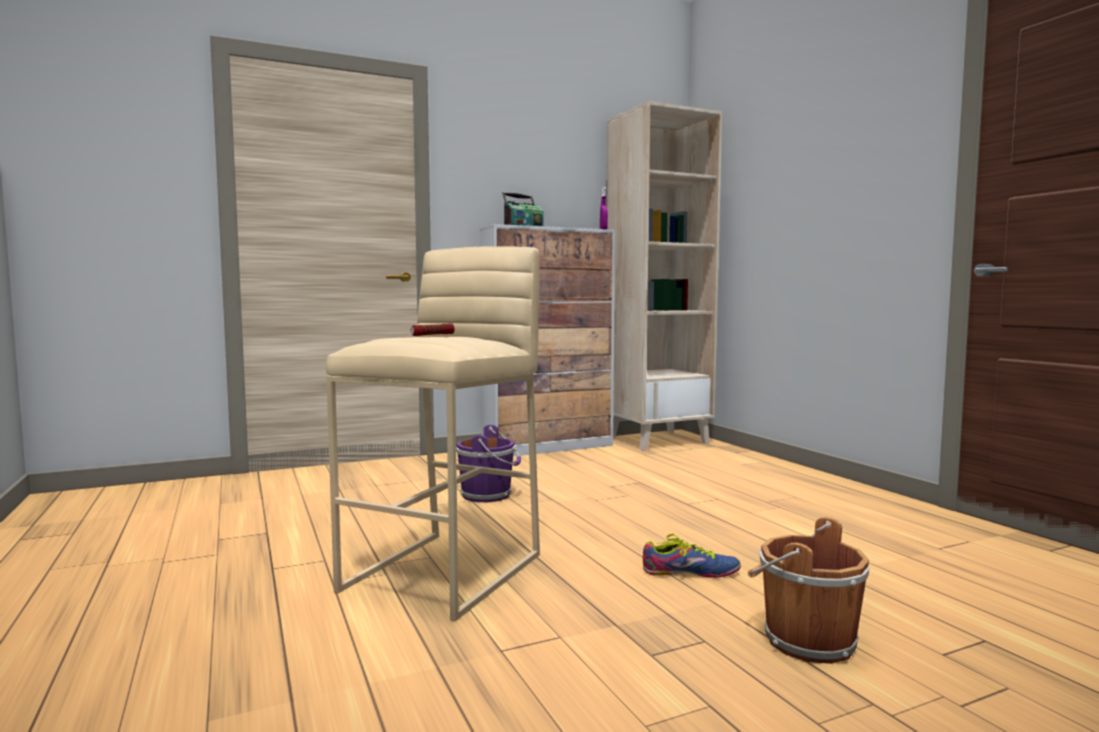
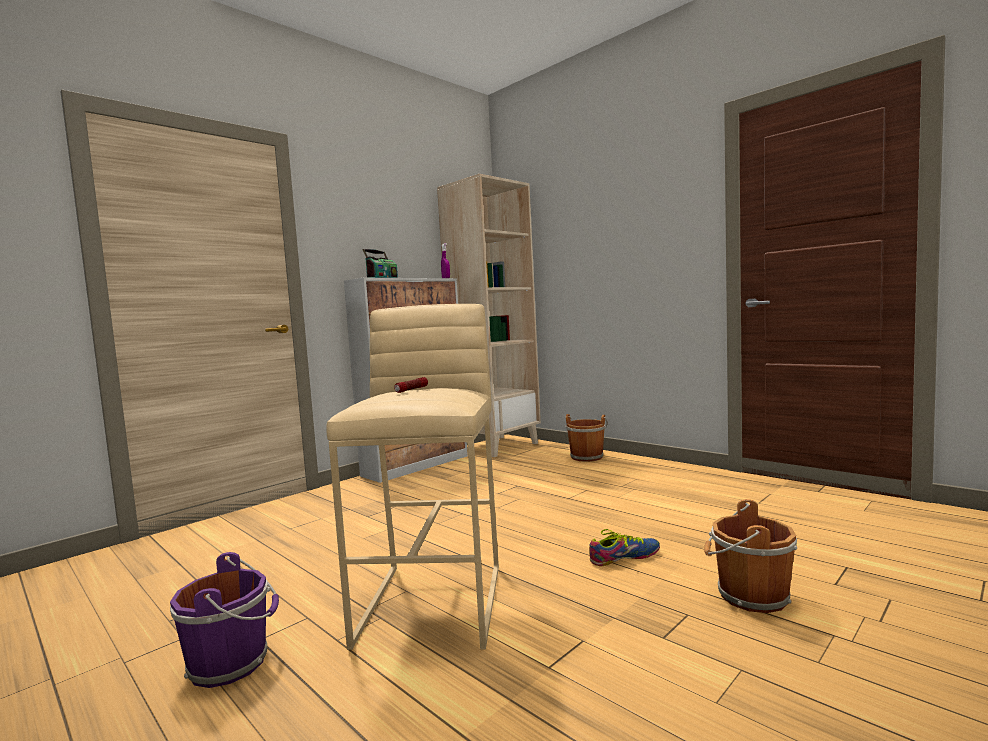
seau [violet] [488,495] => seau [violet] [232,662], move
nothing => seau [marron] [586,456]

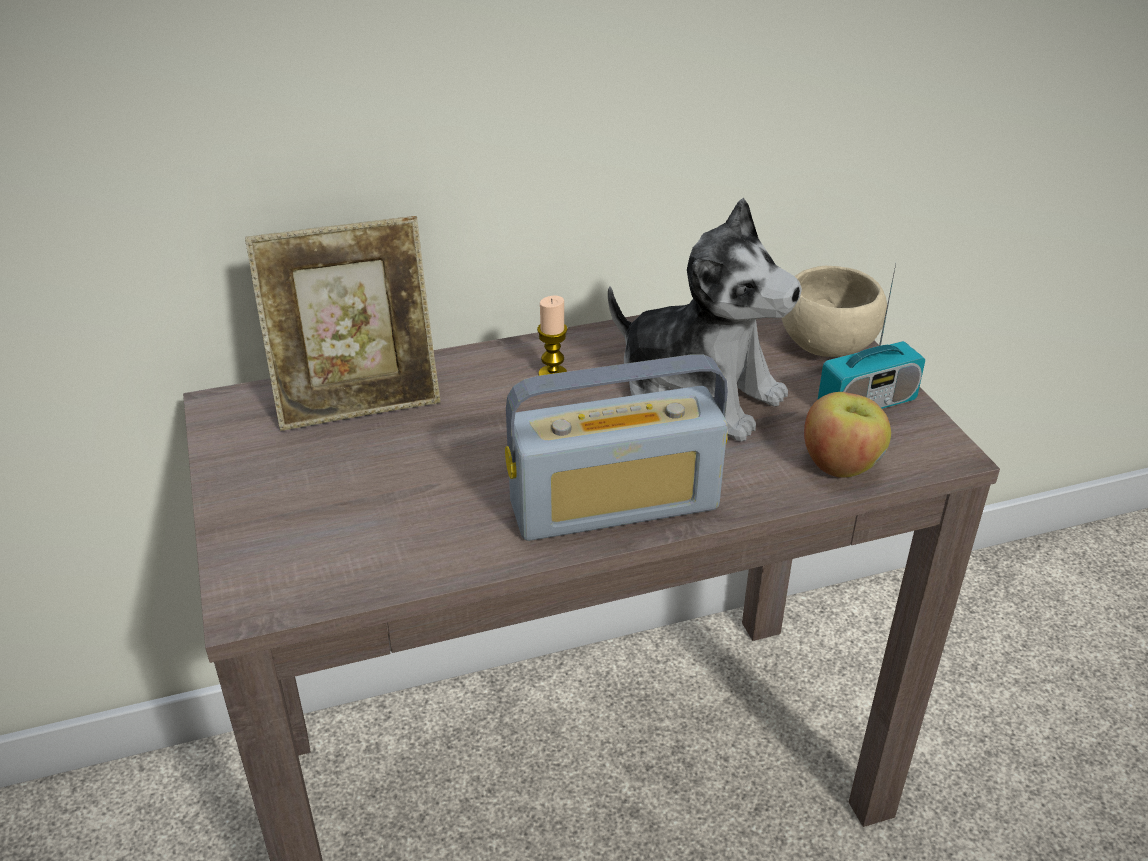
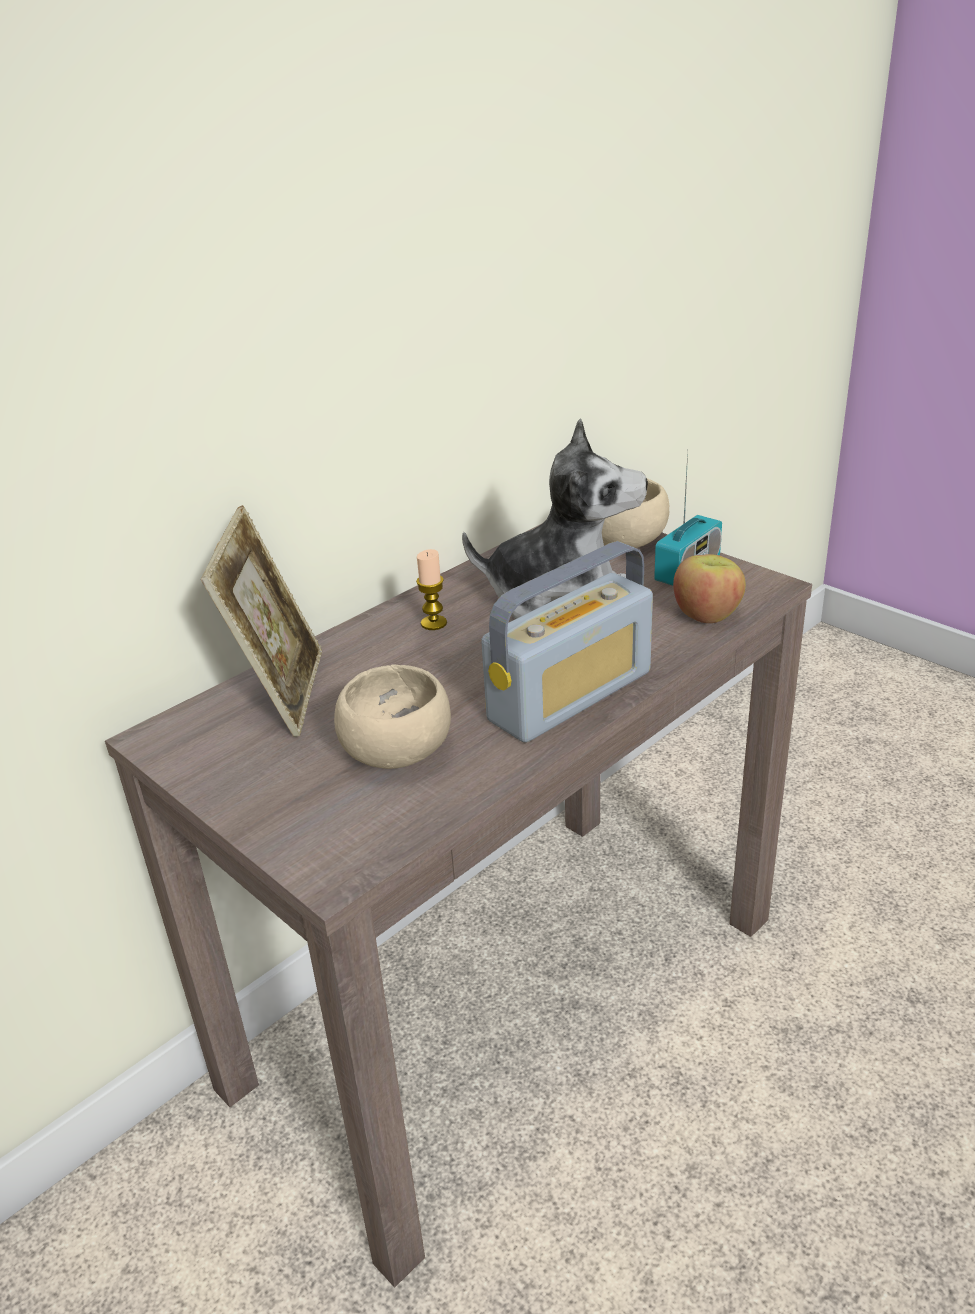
cadre photo [358,400] => cadre photo [282,693], 45 degrees counterclockwise
nothing => bol [beige] [400,753]

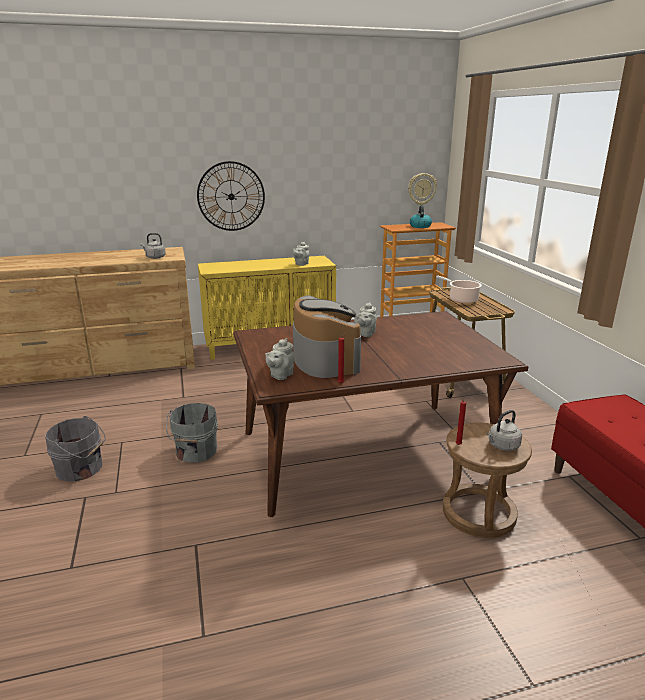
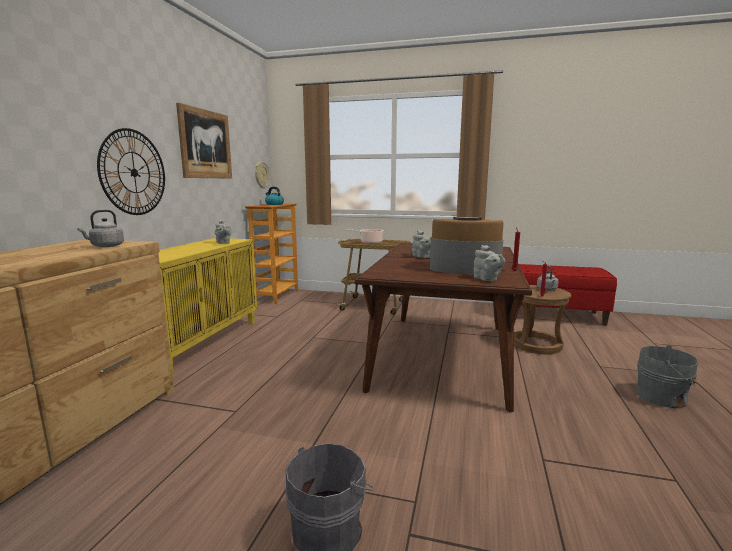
seau [gris] [195,452] => seau [gris] [663,397], move
nothing => tableau [205,144]

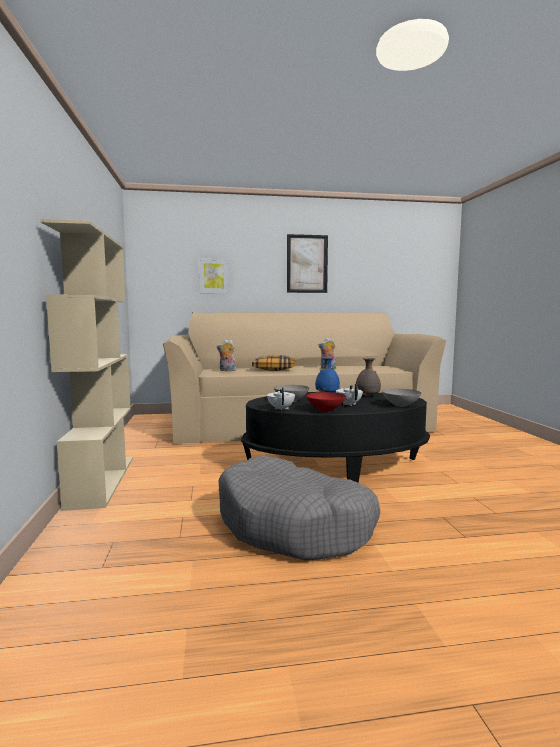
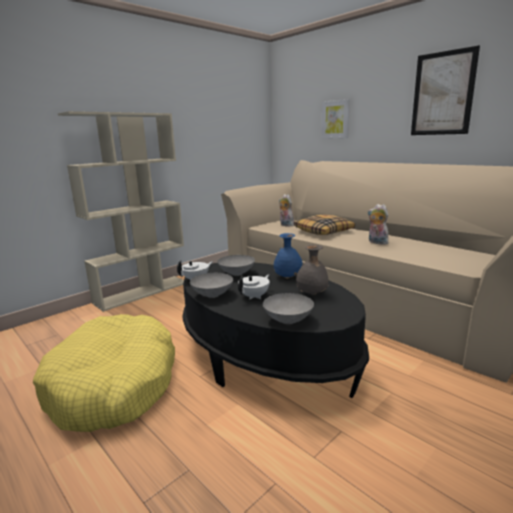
bol [rouge] [325,410] => bol [gris] [212,294]
panier pour chien [gris] [294,525] => panier pour chien [jaune] [114,384]

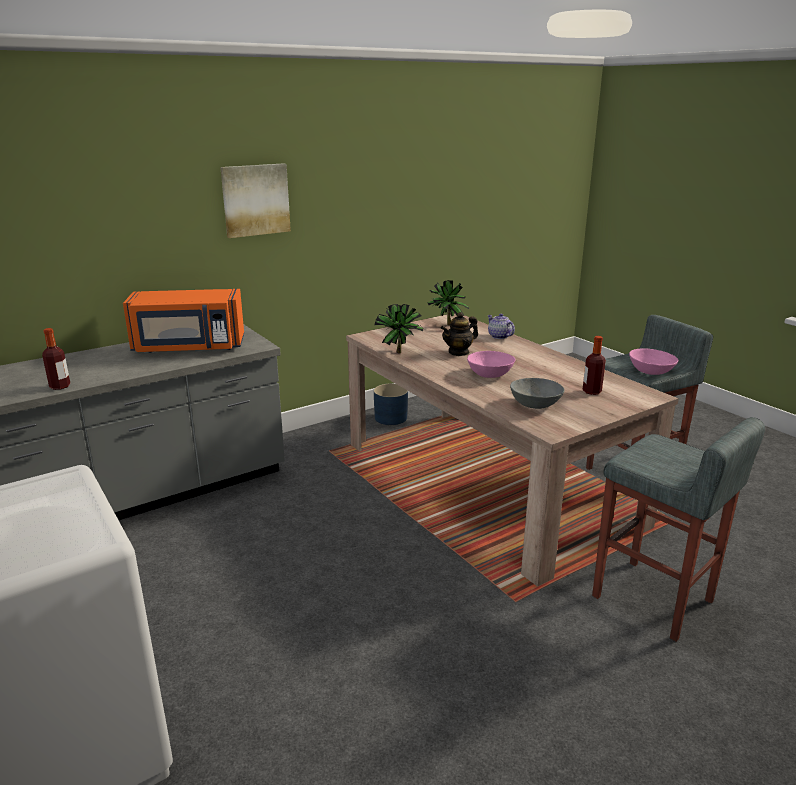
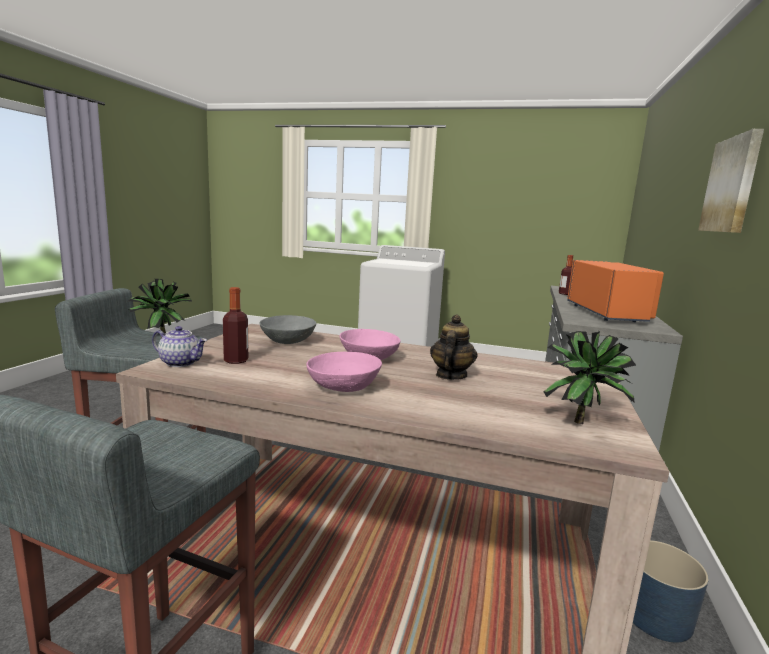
micro-ondes [orange] [189,347] => micro-ondes [orange] [607,314], 135 degrees clockwise
plante en pot [400,353] => plante en pot [160,338], move
théière [499,336] => théière [181,363], move
bol [rose] [650,372] => bol [rose] [344,387], move

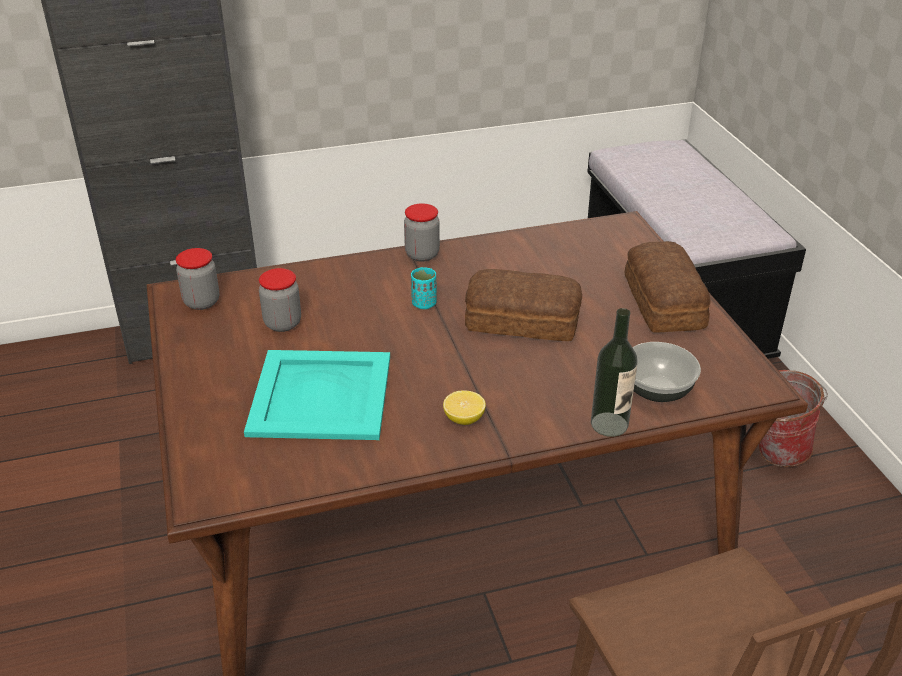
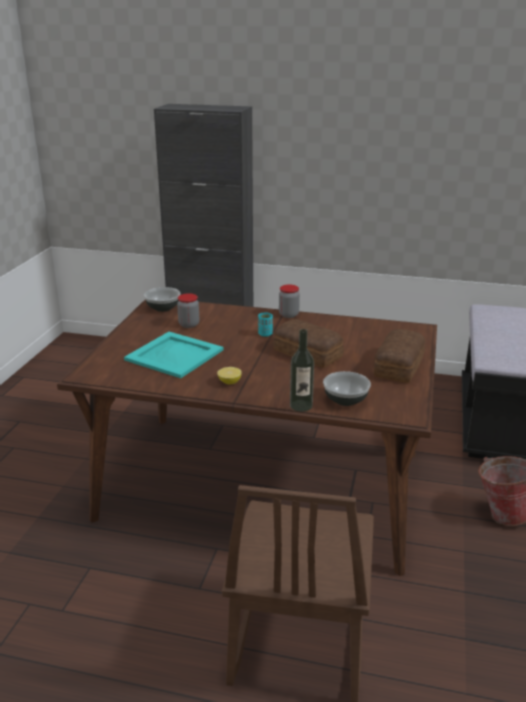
bocal [201,302] => bol [162,308]

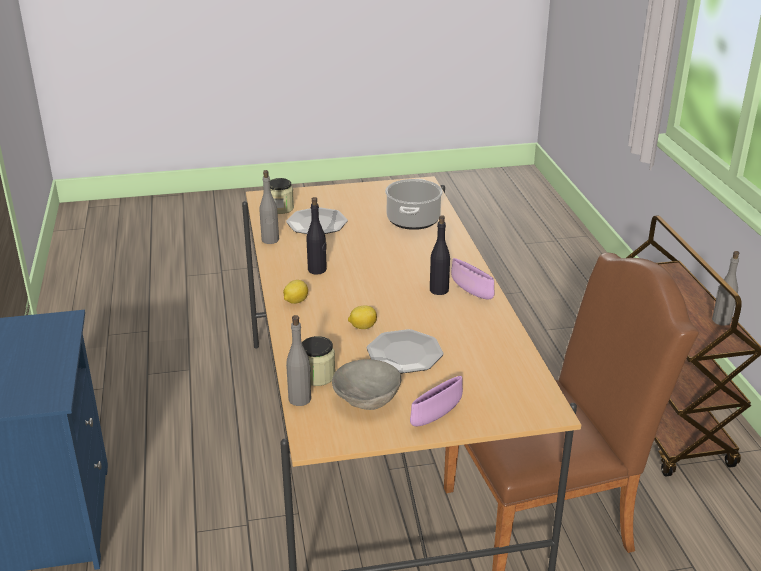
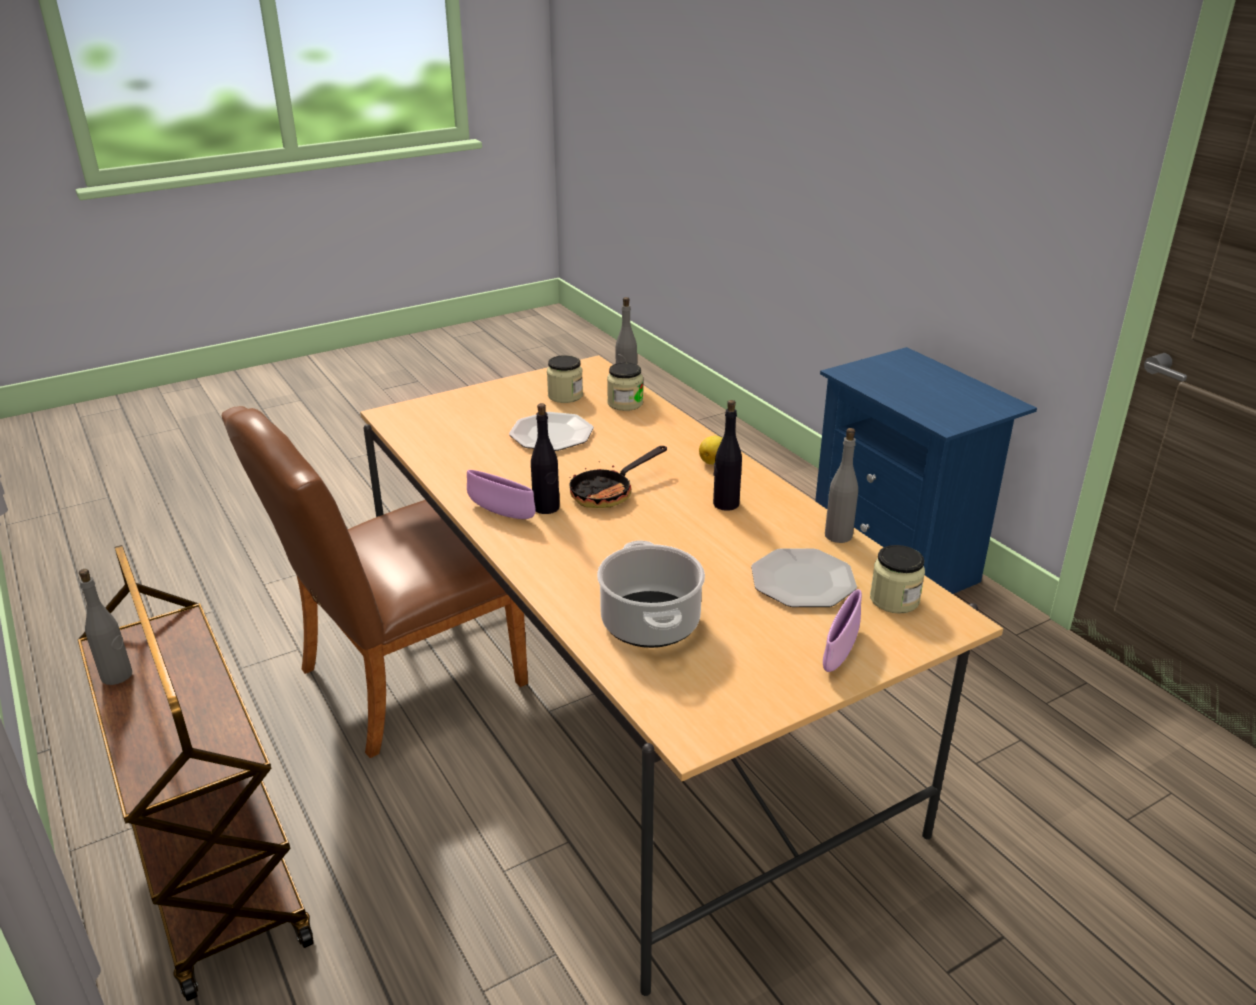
citron [362,327] => nothing
bol [gris] [367,399] => bocal [565,396]
bol [violet] [436,416] => bol [violet] [840,651], move
nothing => poêle [609,492]

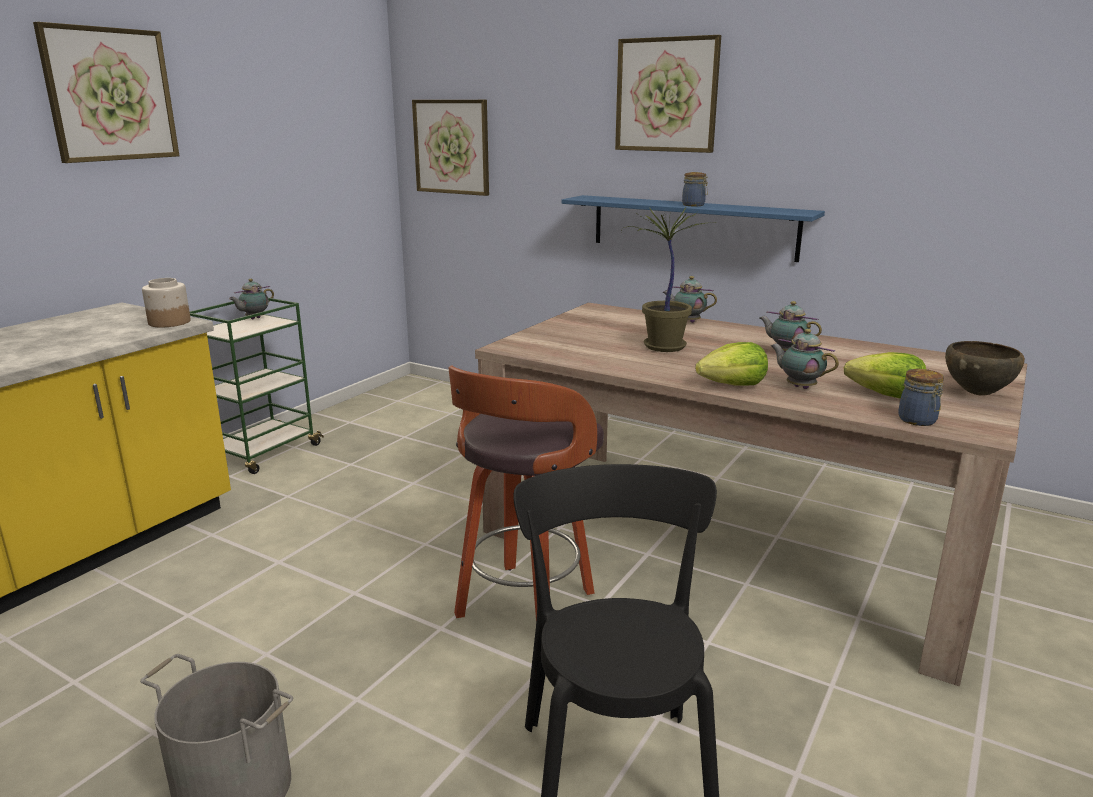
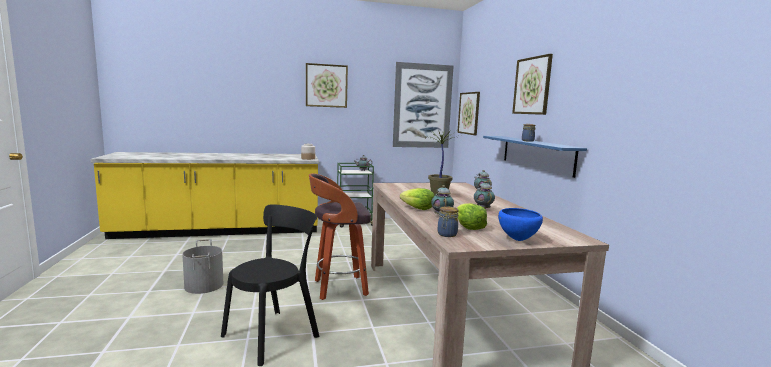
bol [marron] [977,393] => bol [bleu] [518,240]
nothing => tableau [422,106]

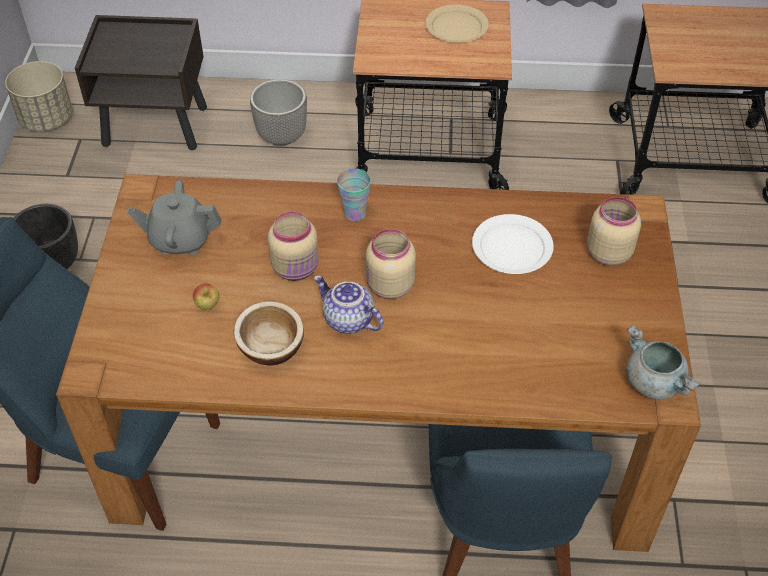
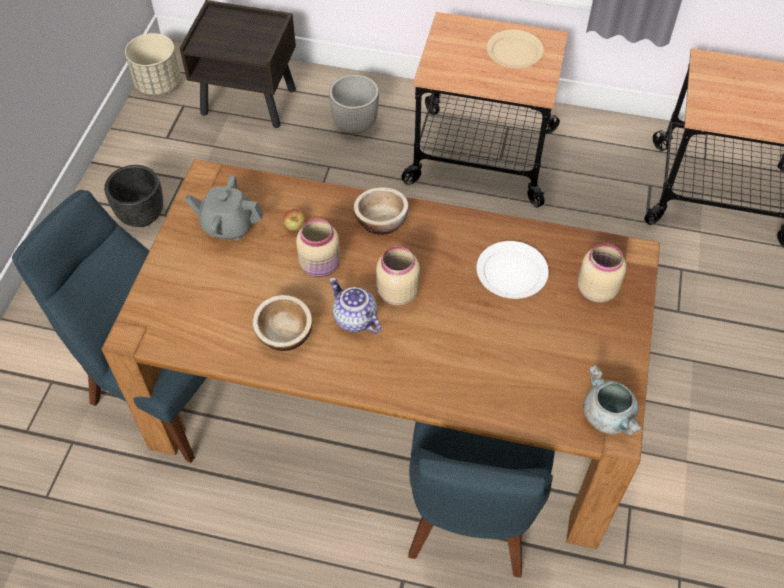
tasse [354,213] => bol [381,221]
pomme [208,306] => pomme [295,227], move

